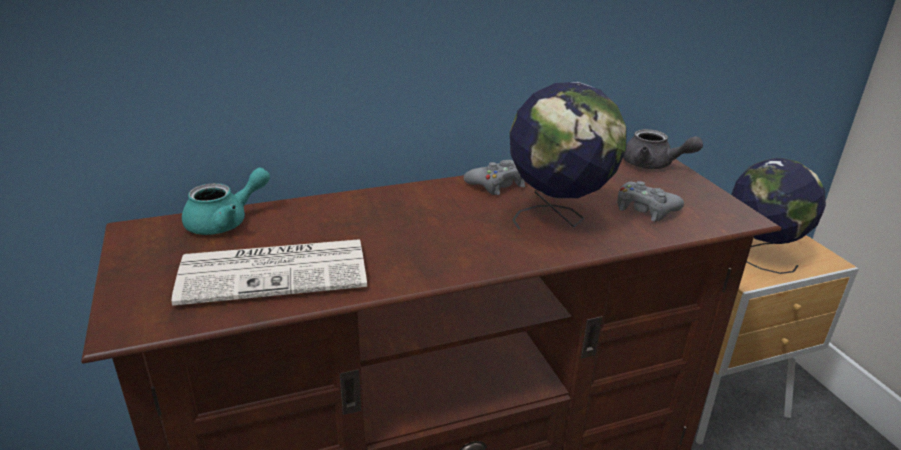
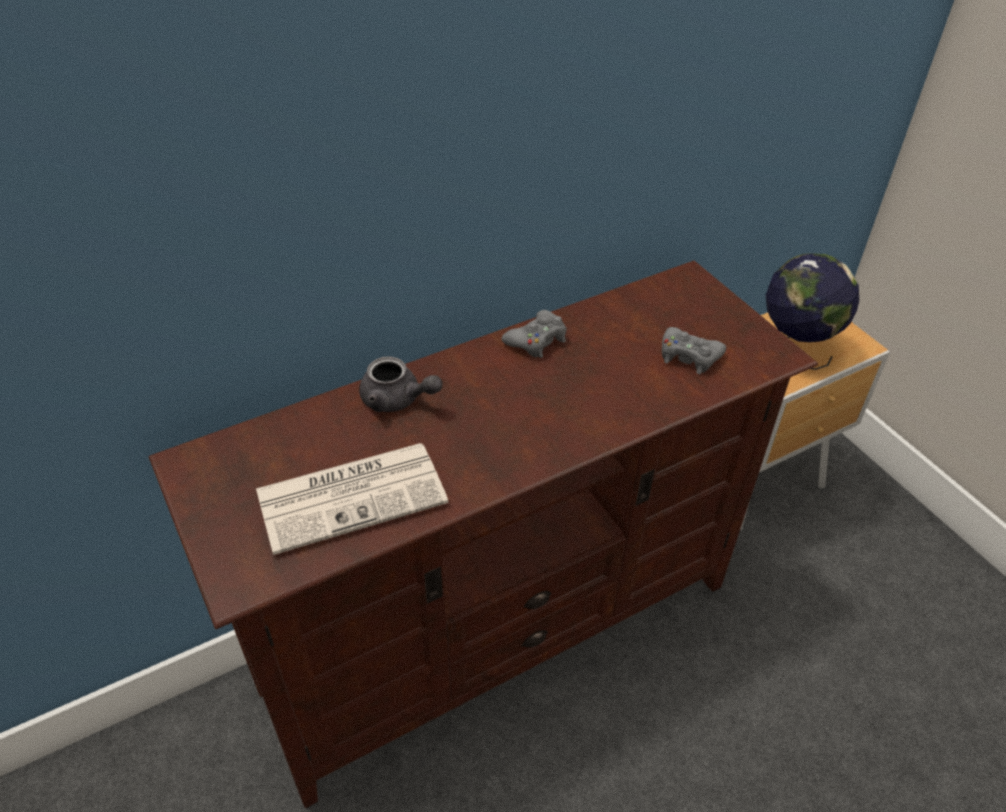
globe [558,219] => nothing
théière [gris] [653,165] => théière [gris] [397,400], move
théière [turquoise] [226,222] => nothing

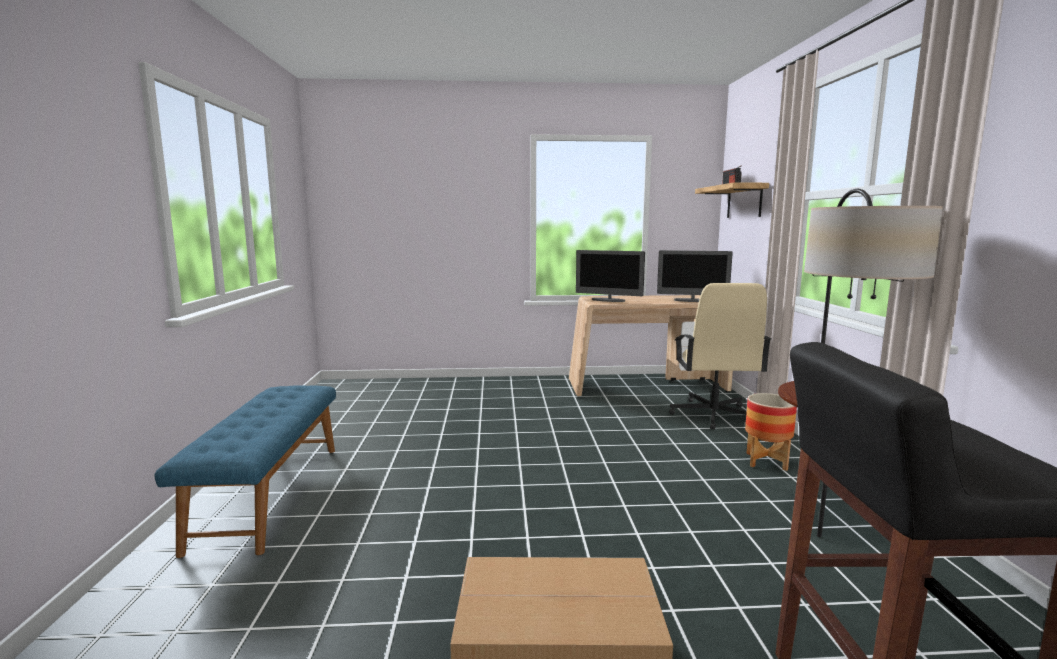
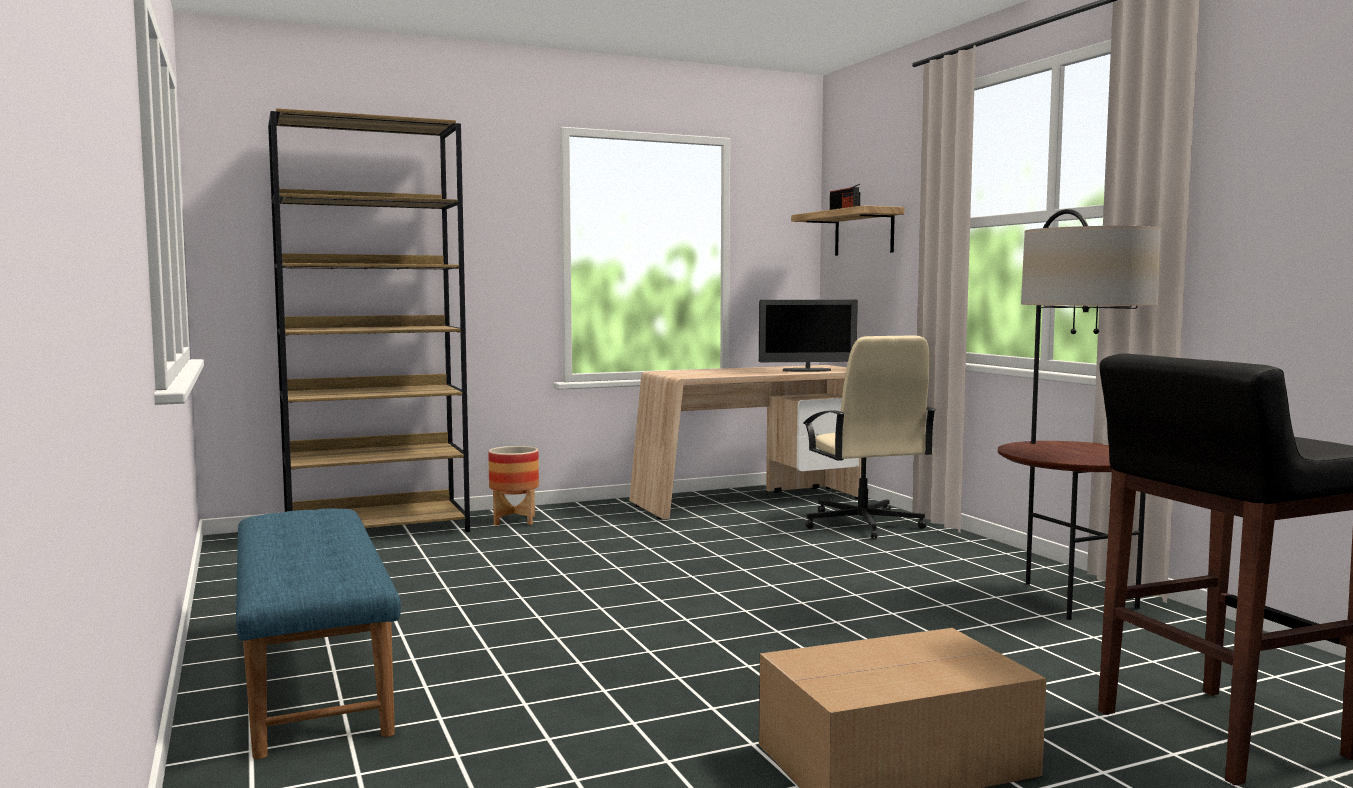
écran d'ordinateur [608,300] => nothing
cache-pot [766,461] => cache-pot [515,520], move
nothing => bibliothèque [marron] [378,530]

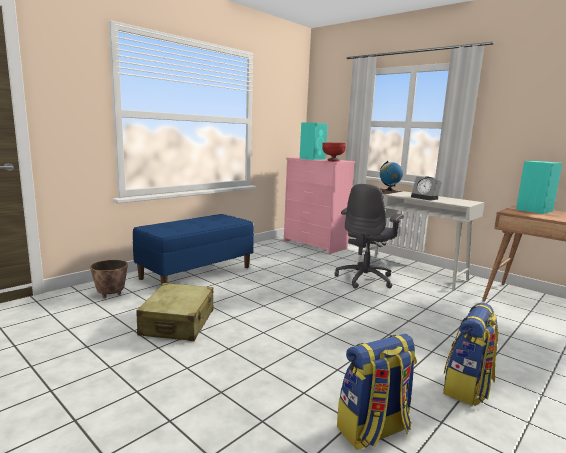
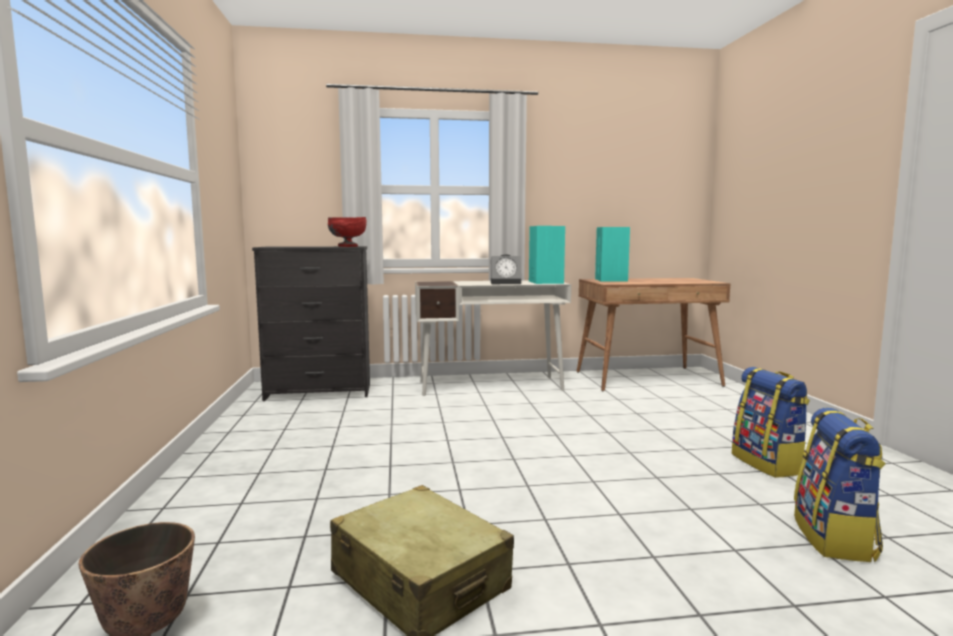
enceinte [turquoise] [313,159] => enceinte [turquoise] [545,282], move
commode [rose] [315,245] => commode [noir] [320,392]
globe [389,190] => nothing
chaise de bureau [gris] [365,279] => nothing
banc [bleu] [197,272] => nothing

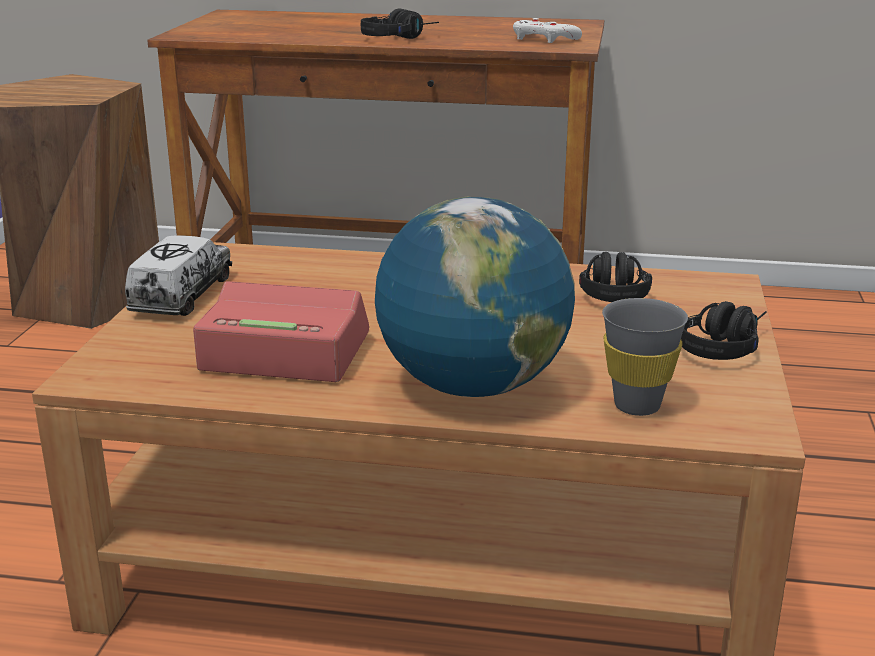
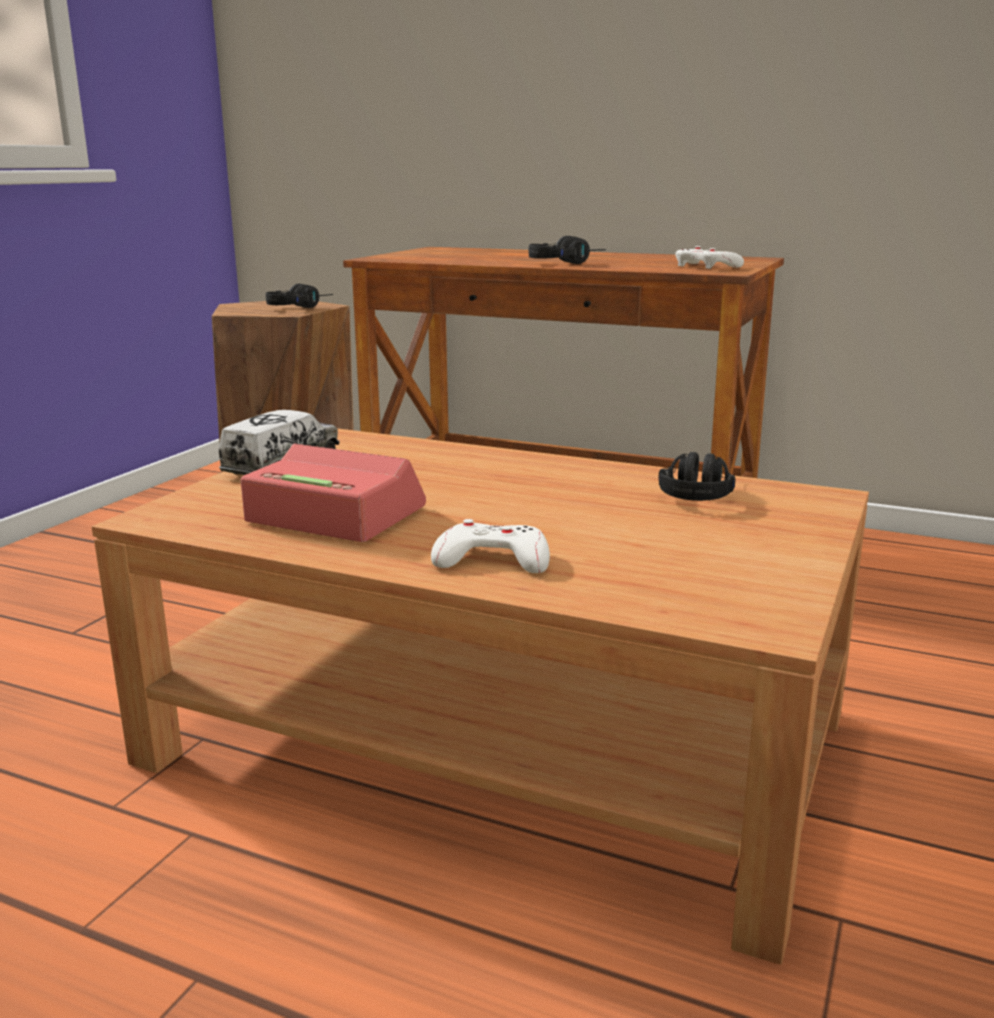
globe [473,387] => manette [blanc] [492,559]
tasse [gris] [637,406] => nothing
casque audio [noir] [724,346] => casque audio [noir] [299,308], move

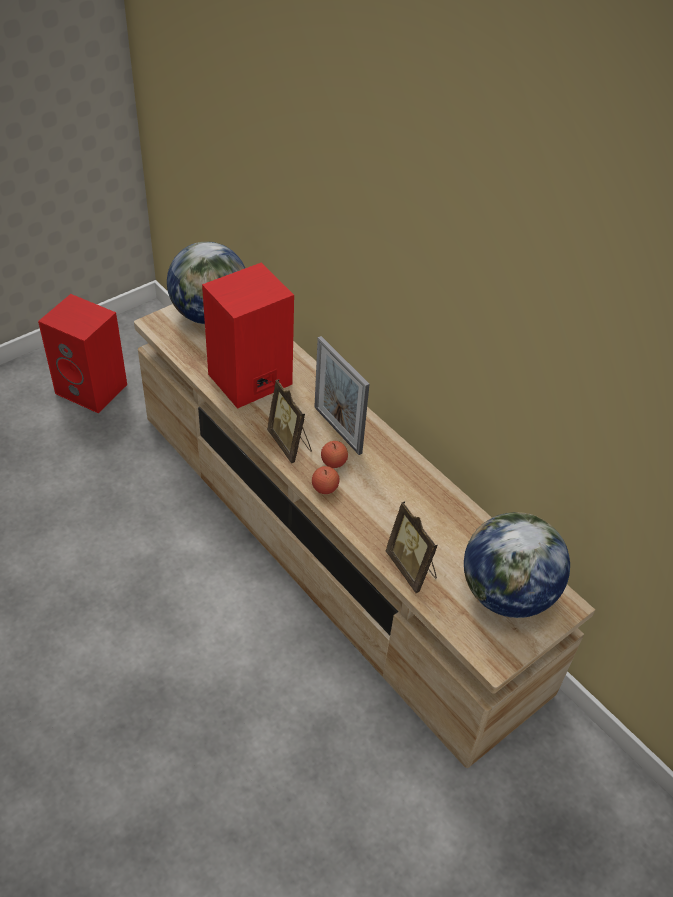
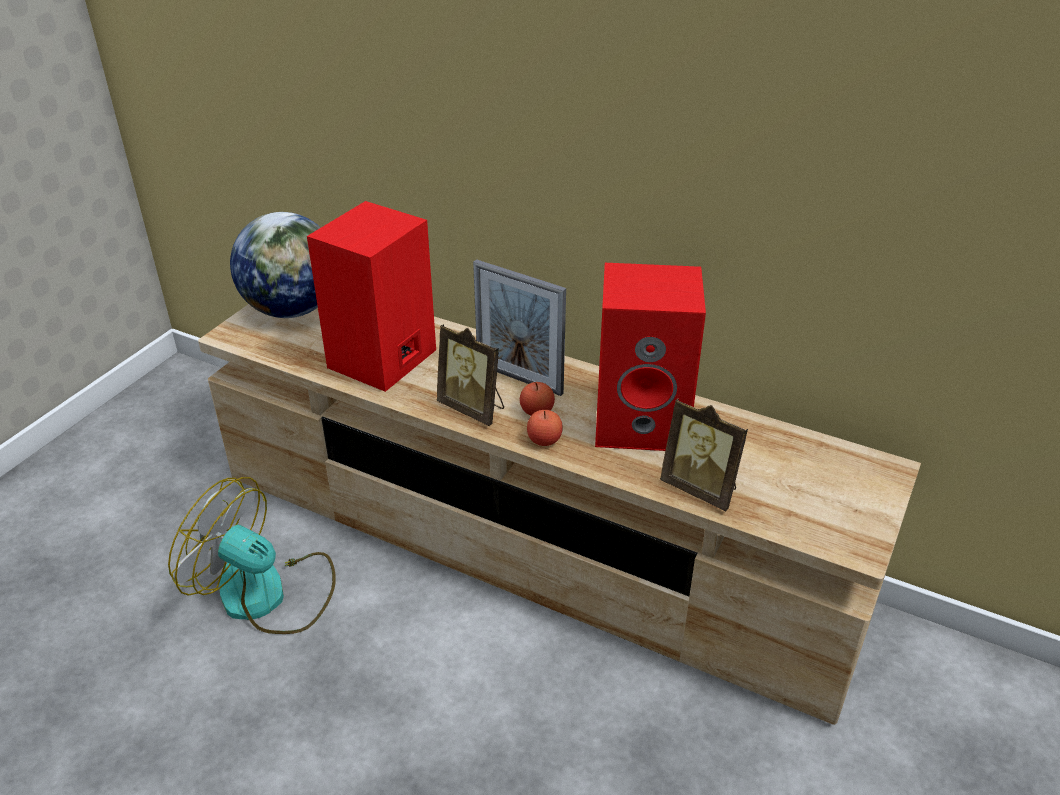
enceinte [rouge] [93,389] => enceinte [rouge] [644,422], move
globe [506,594] => nothing
nothing => ventilateur [267,595]

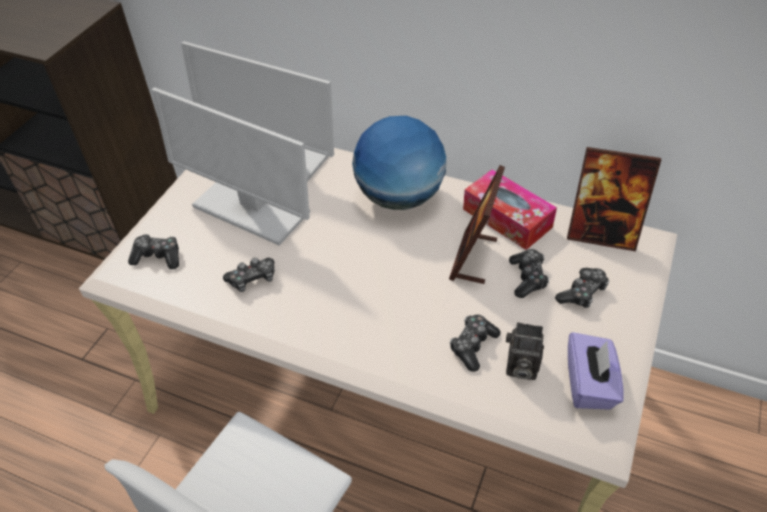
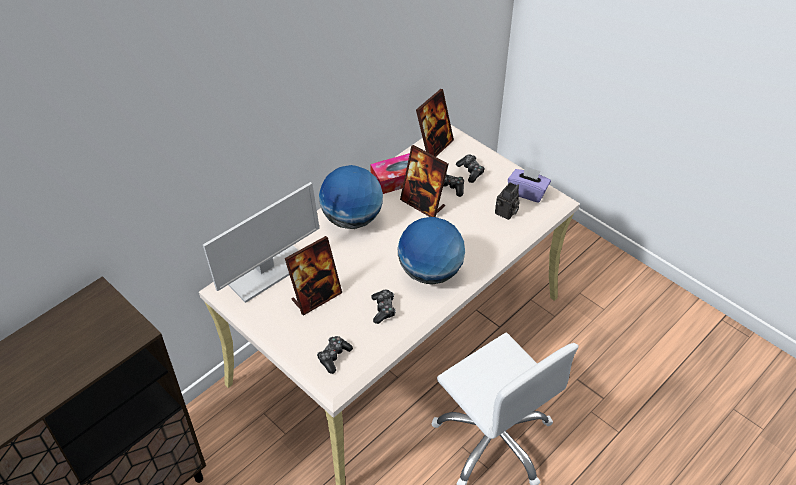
écran d'ordinateur [249,209] => cadre photo [316,297]
manette [473,346] => nothing
nothing => globe [430,272]

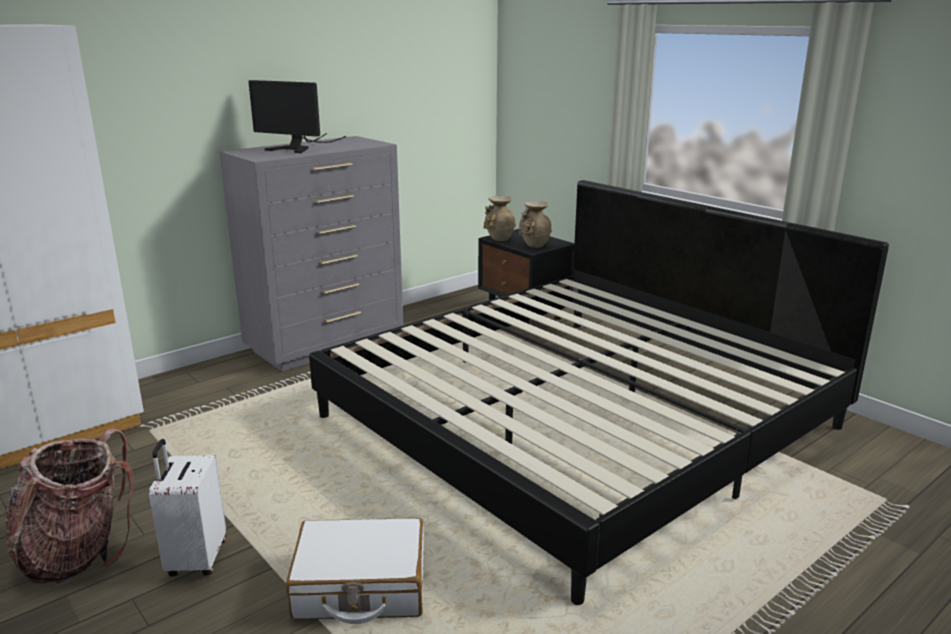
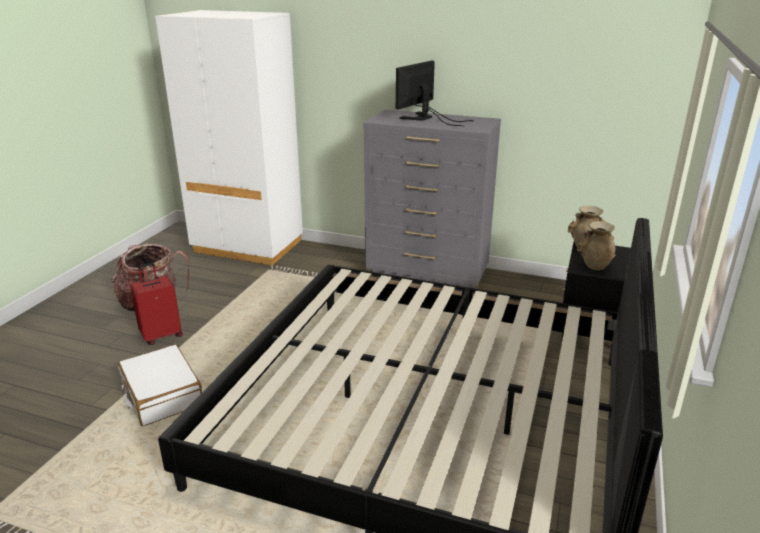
écran d'ordinateur [299,148] => écran d'ordinateur [426,119], 45 degrees clockwise
valise [blanc] [195,559] => valise [rouge] [161,335]

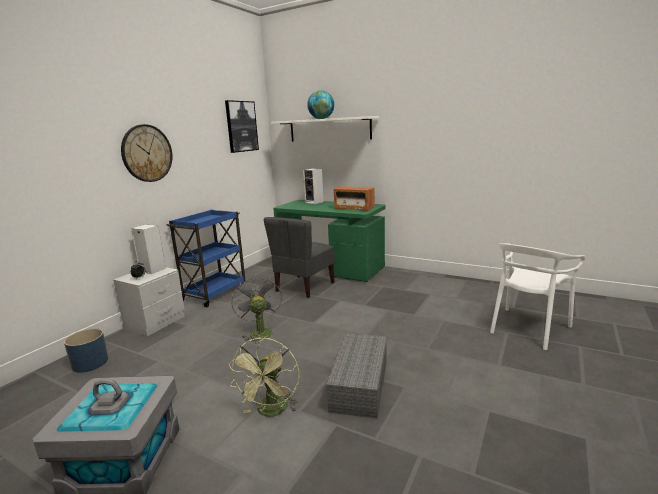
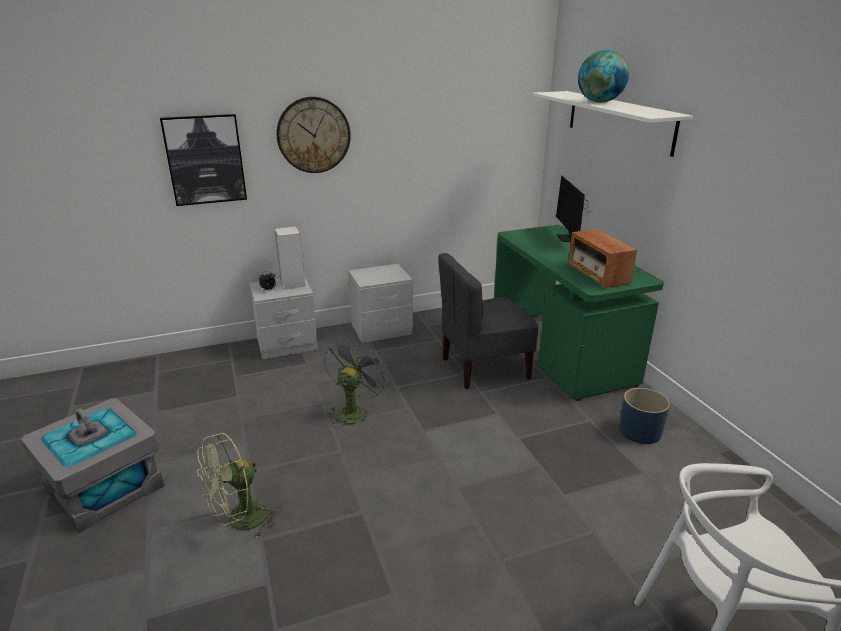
tableau [241,126] => tableau [205,159], move
enceinte [315,202] => écran d'ordinateur [569,239]
chariot [bleu] [215,293] => table de chevet [gris] [381,329]
cache-pot [bleu] [90,363] => cache-pot [bleu] [640,431], move
boîte de rangement [gris] [359,383] => nothing

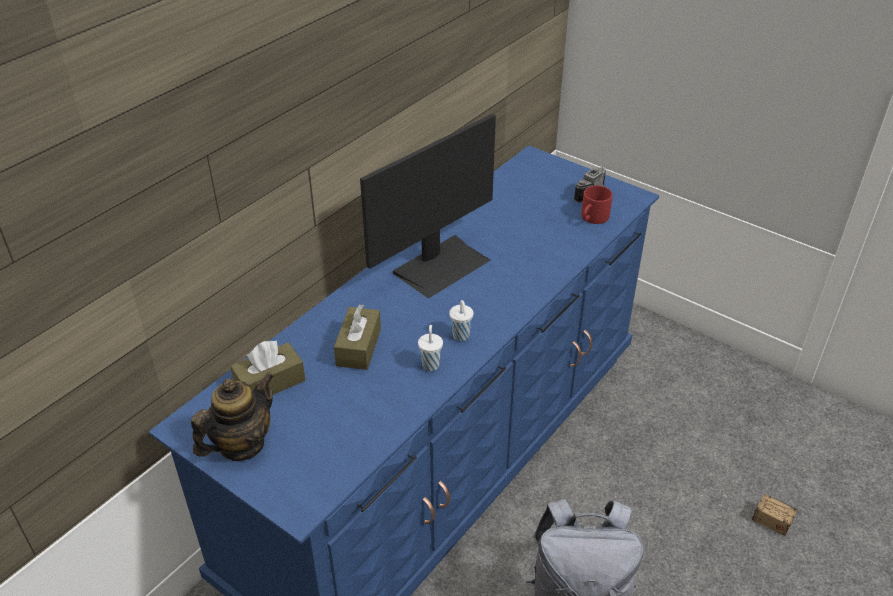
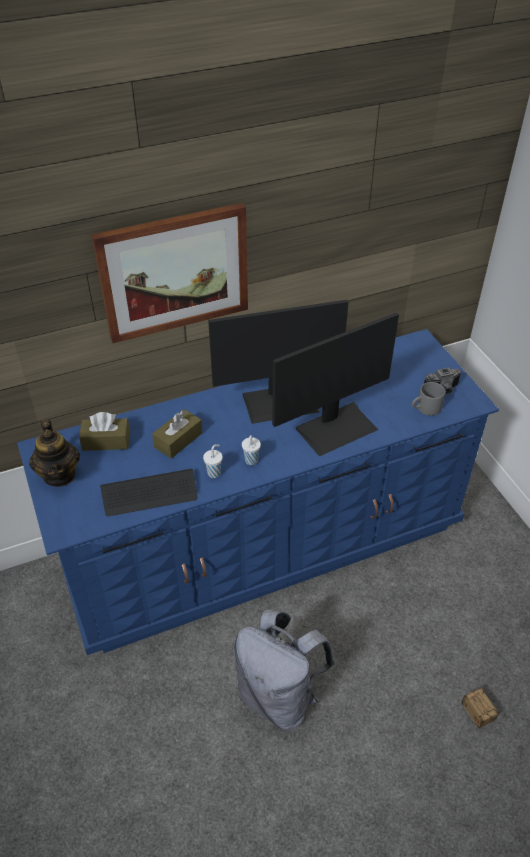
mug [rouge] [593,218] => mug [gris] [425,408]
théière [241,444] => théière [60,475], 90 degrees clockwise
nothing => tableau [174,272]
nothing => écran d'ordinateur [336,427]
nothing => clavier [149,494]

